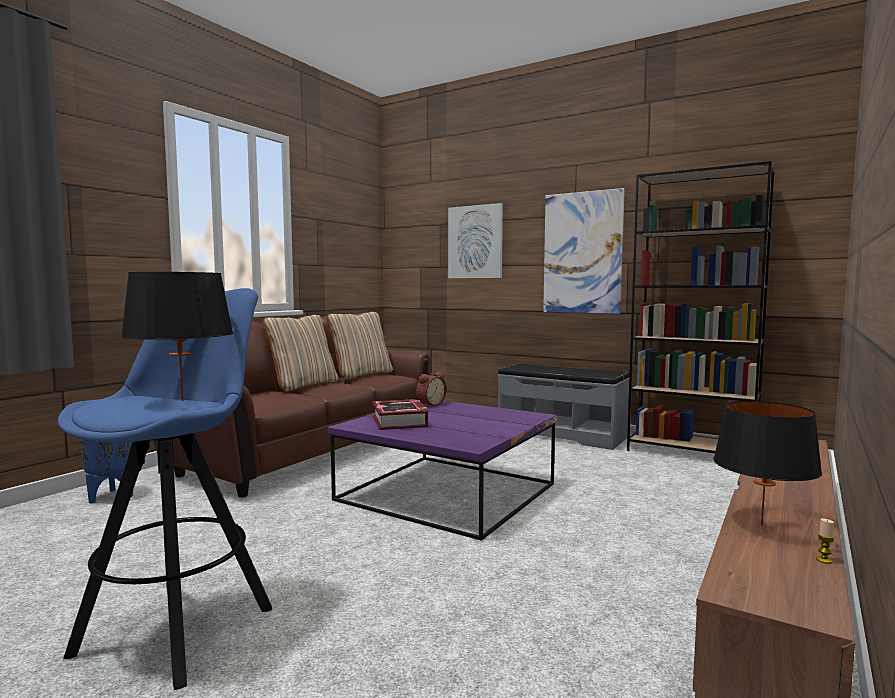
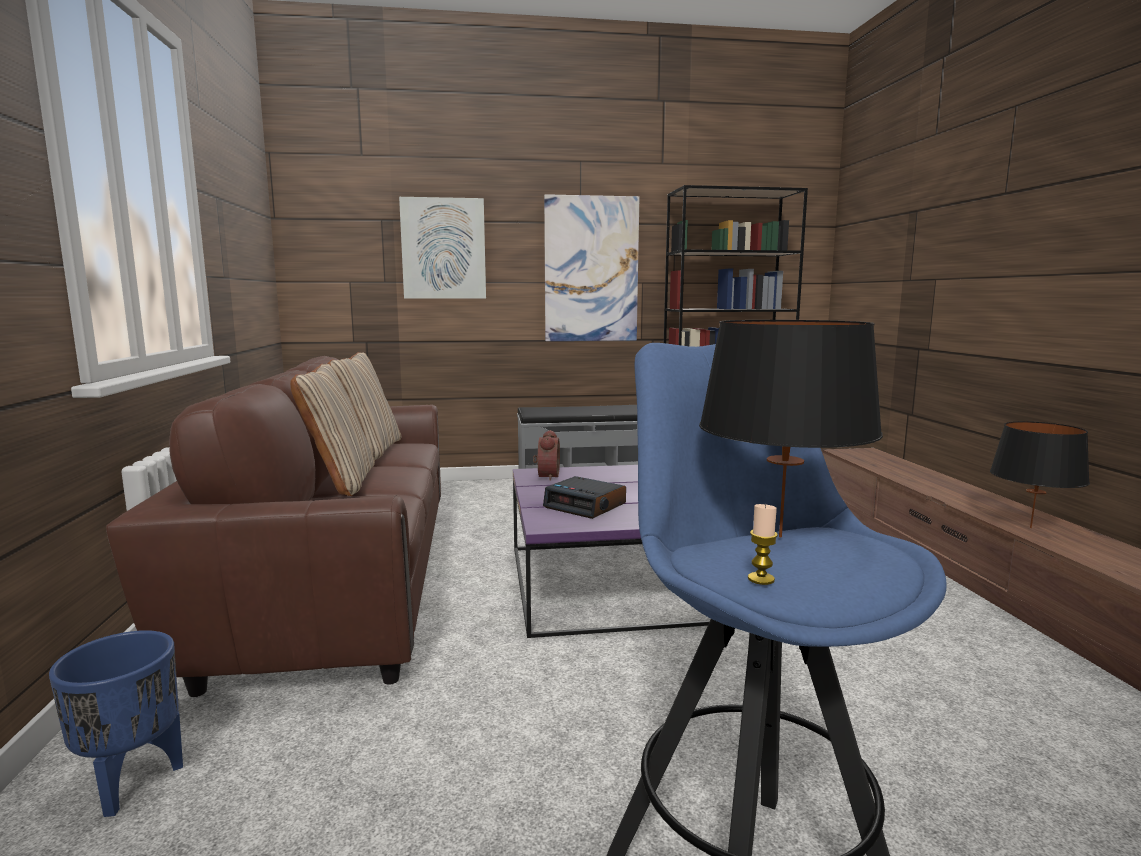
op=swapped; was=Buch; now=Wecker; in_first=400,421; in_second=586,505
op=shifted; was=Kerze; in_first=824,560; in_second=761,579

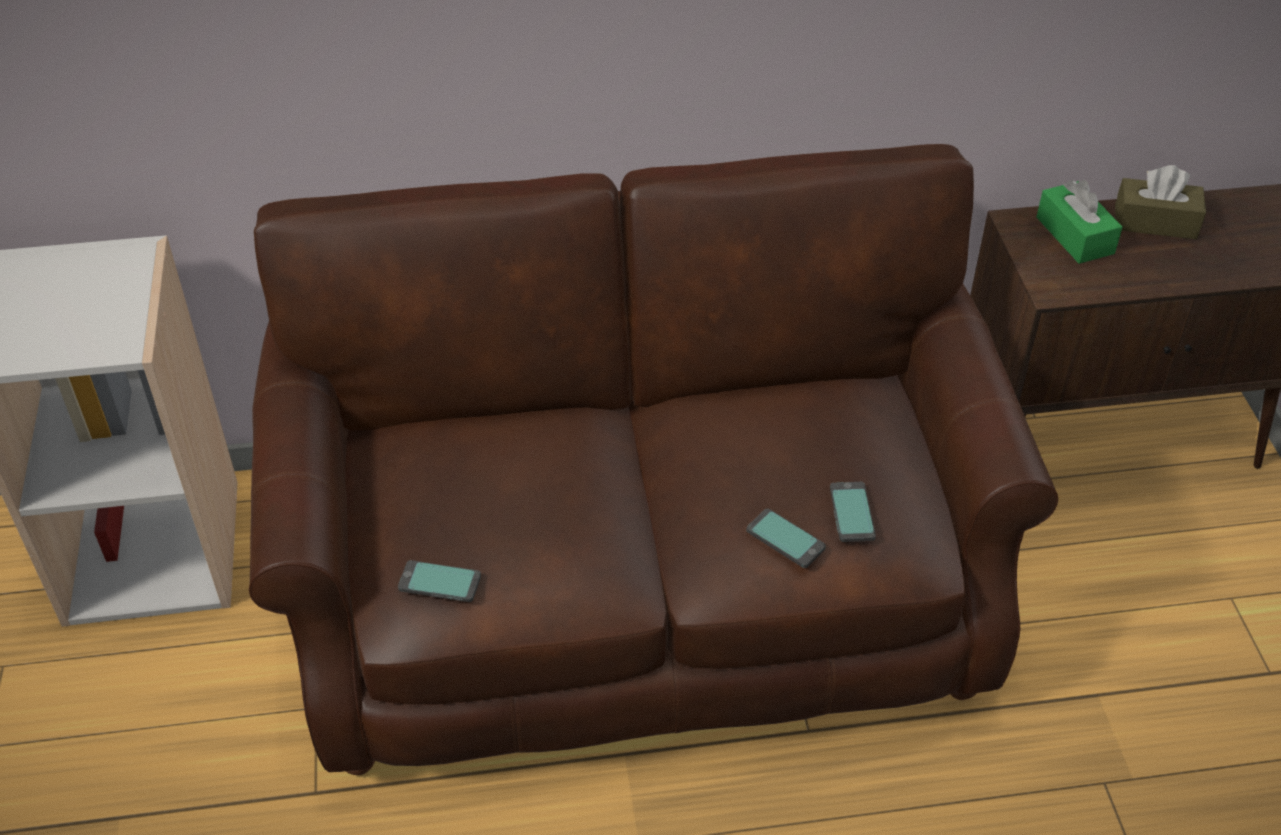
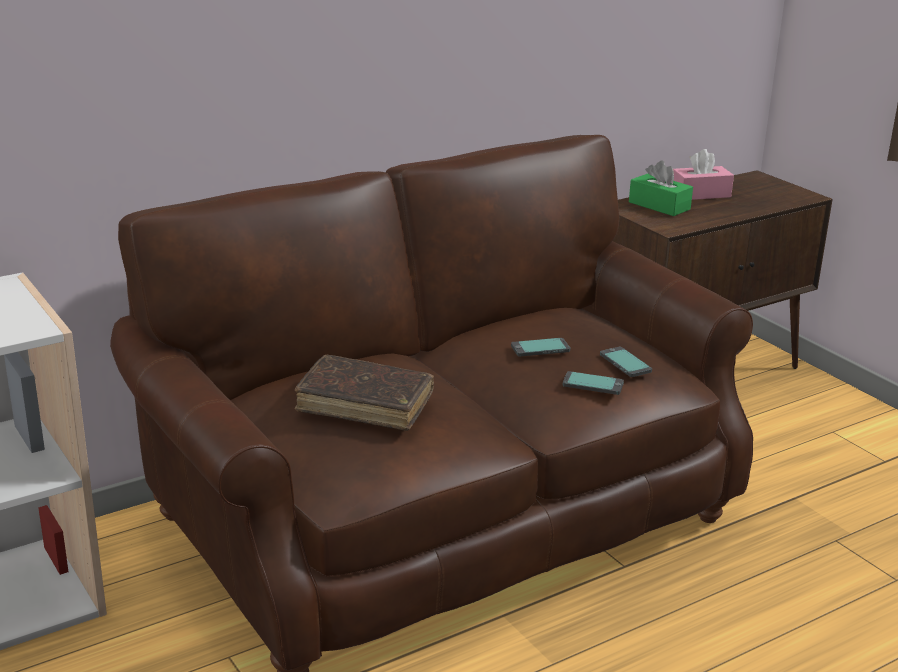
op=shifted; was=Handy; in_first=439,583; in_second=540,348
op=repainted; was=Taschentuchbox/braun; now=Taschentuchbox/rosa; in_first=1155,222; in_second=700,194
op=new; now=Buch/braun; in_second=365,404

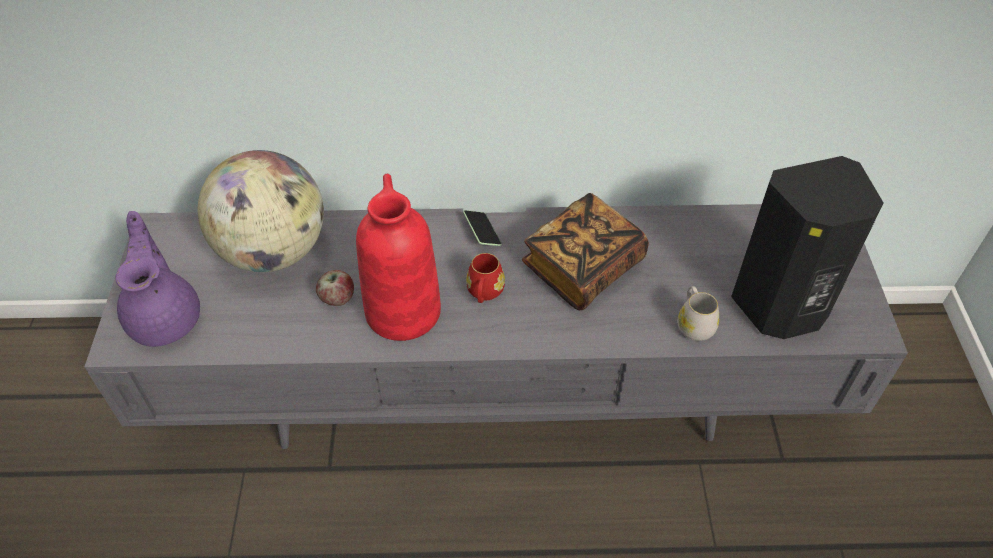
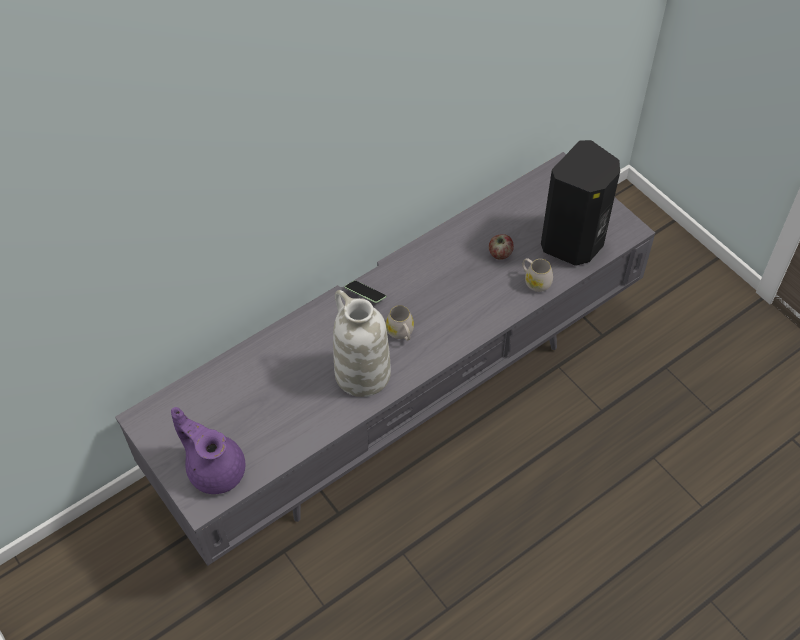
op=gone; was=Globus; in_first=274,252
op=shifted; was=Apfel; in_first=337,298; in_second=500,254
op=repainted; was=Vase/rot; now=Vase/weiß; in_first=402,310; in_second=361,373
op=repainted; was=Henkelbecher/rot; now=Henkelbecher/weiß; in_first=484,293; in_second=401,333
op=gone; was=Buch; in_first=583,268

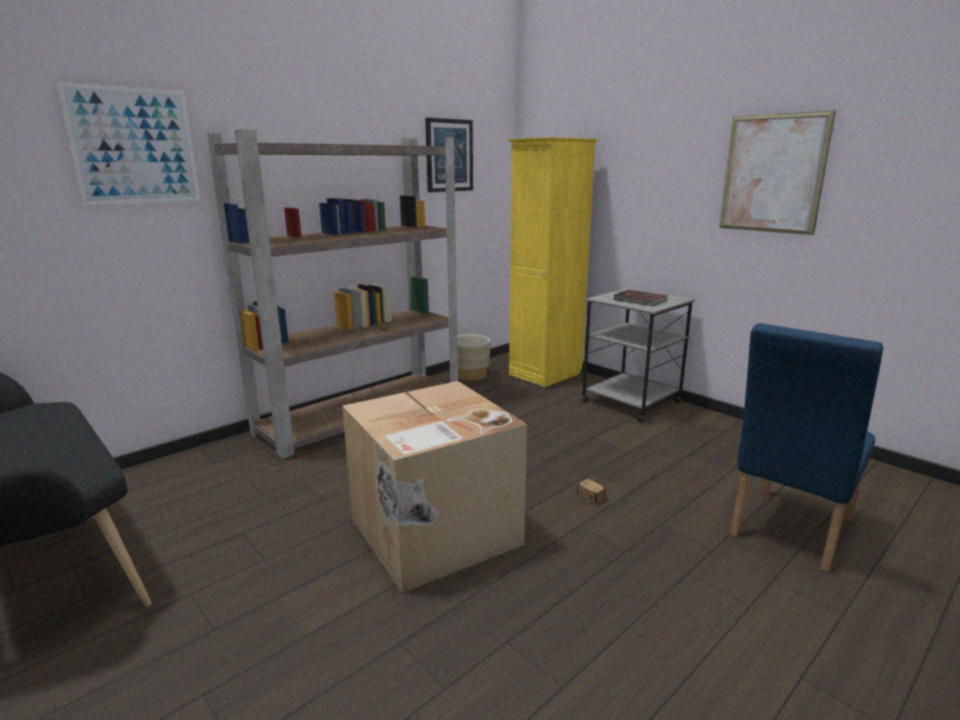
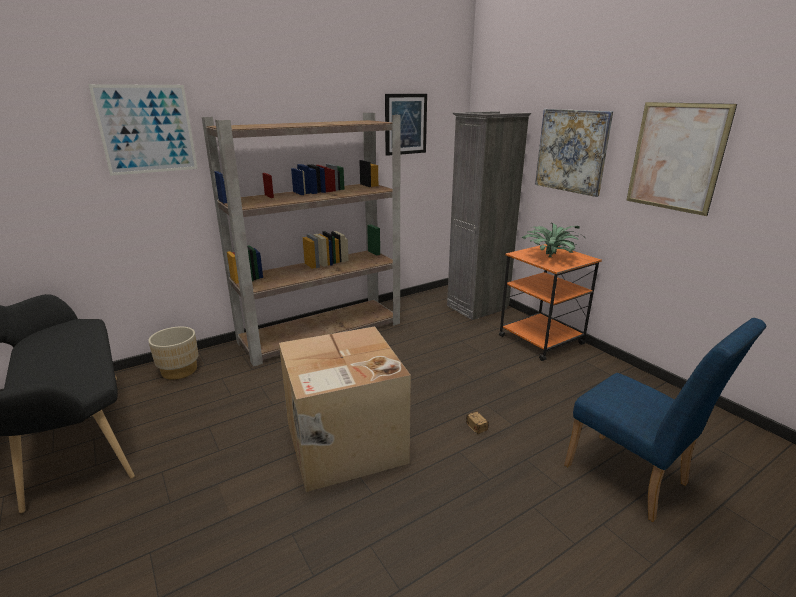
op=shifted; was=Pflanzkübel/beige; in_first=470,375; in_second=179,370
op=repainted; was=Schrank/gelb; now=Schrank/grau; in_first=545,374; in_second=477,307
op=repainted; was=Rollwagen/grau; now=Rollwagen/orange; in_first=632,402; in_second=541,341
op=swapped; was=Buch/braun; now=Topfpflanze; in_first=640,300; in_second=551,258
op=rotated; was=Stuhl/blau; in_first=787,531; in_second=633,480; clockwise=-90
op=new; now=Bild; in_second=572,151

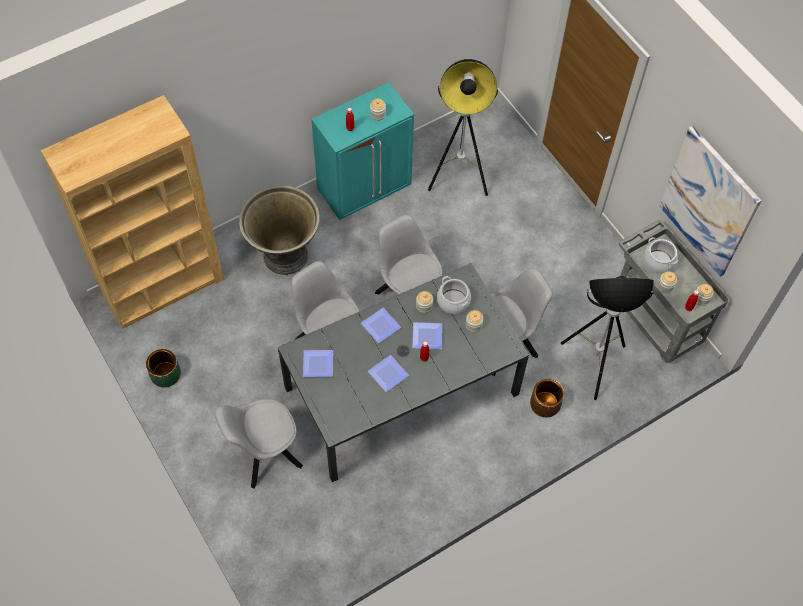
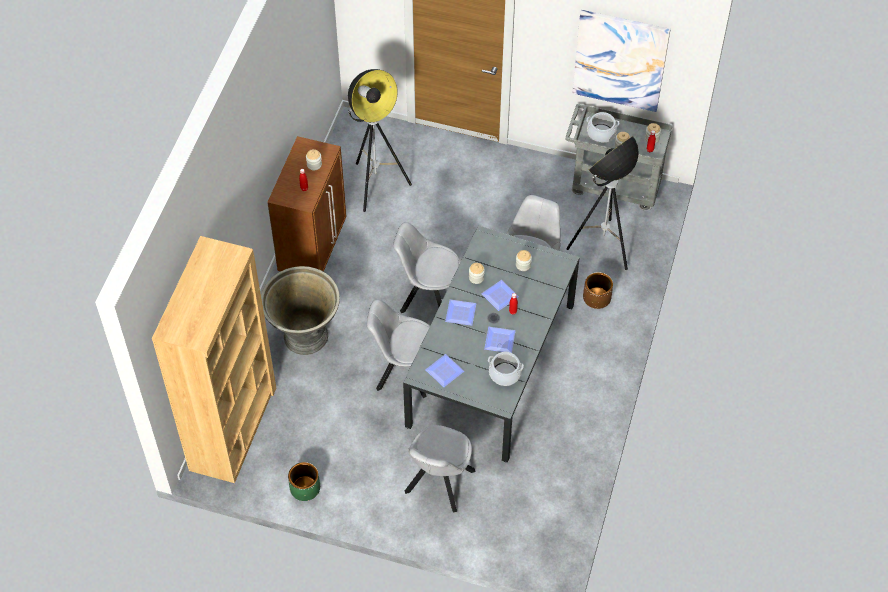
op=repainted; was=Schrank/türkis; now=Schrank/braun; in_first=365,186; in_second=312,242
op=shifted; was=Kochtopf; in_first=453,301; in_second=505,374

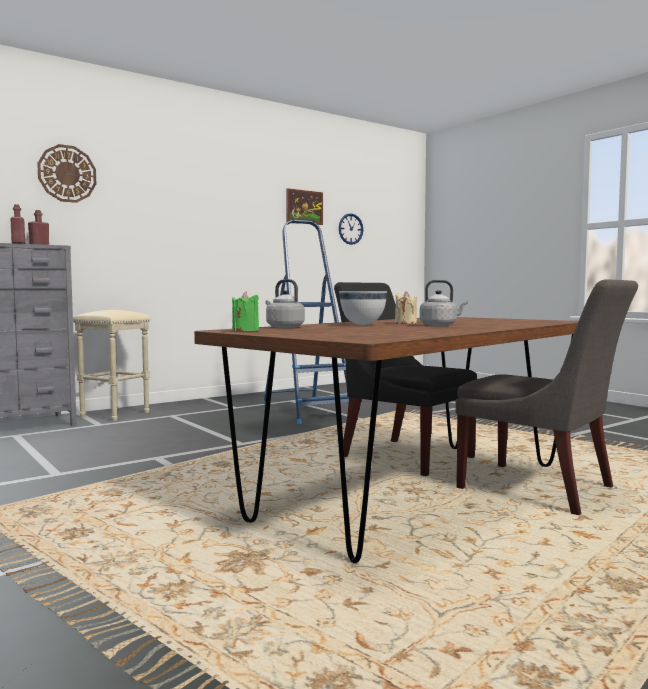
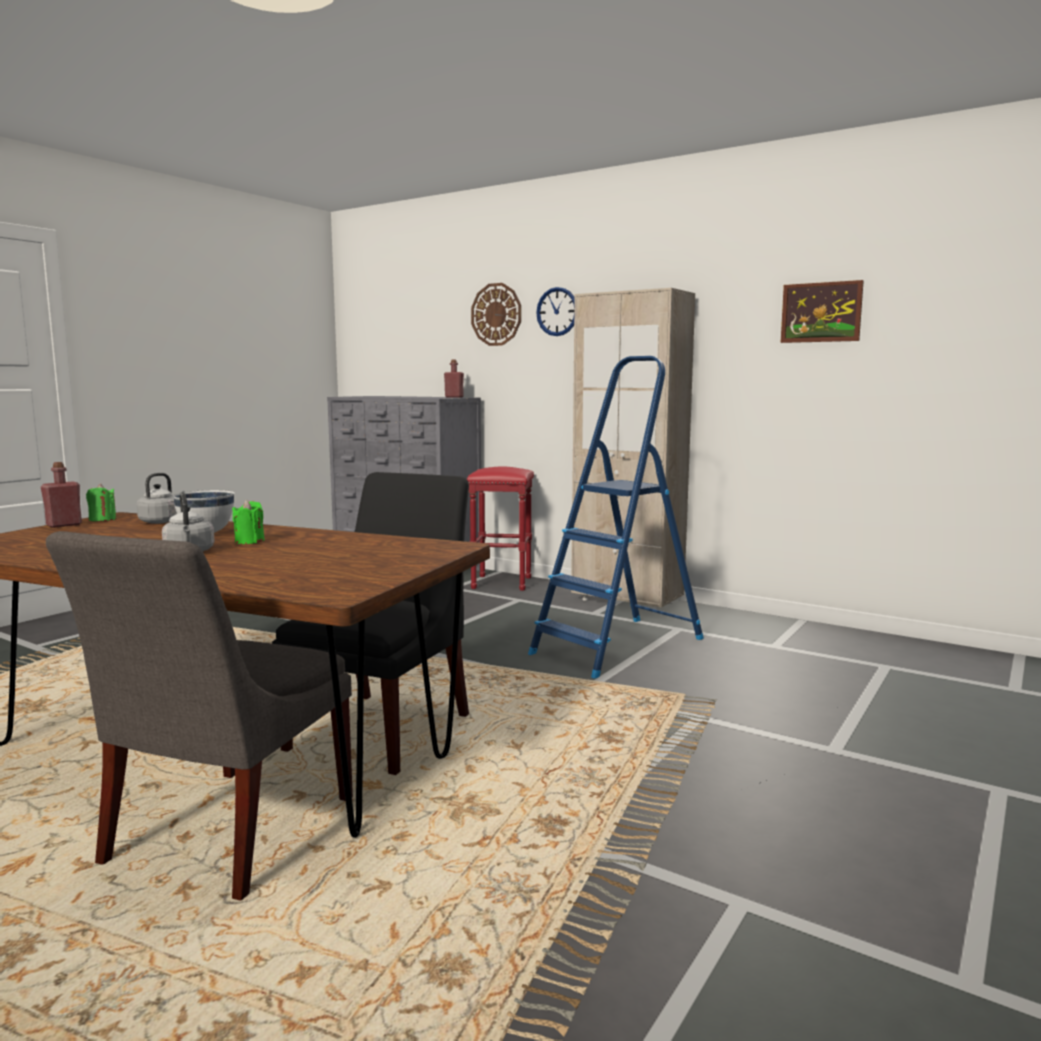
op=shifted; was=Flasche/rot; in_first=18,244; in_second=64,525
op=repainted; was=Hocker/beige; now=Hocker/rot; in_first=115,414; in_second=503,582
op=shifted; was=Wanduhr; in_first=350,229; in_second=557,311
op=repainted; was=Kerze/beige; now=Kerze/grün; in_first=405,323; in_second=249,541
op=new; now=Schrank/beige; in_second=627,601

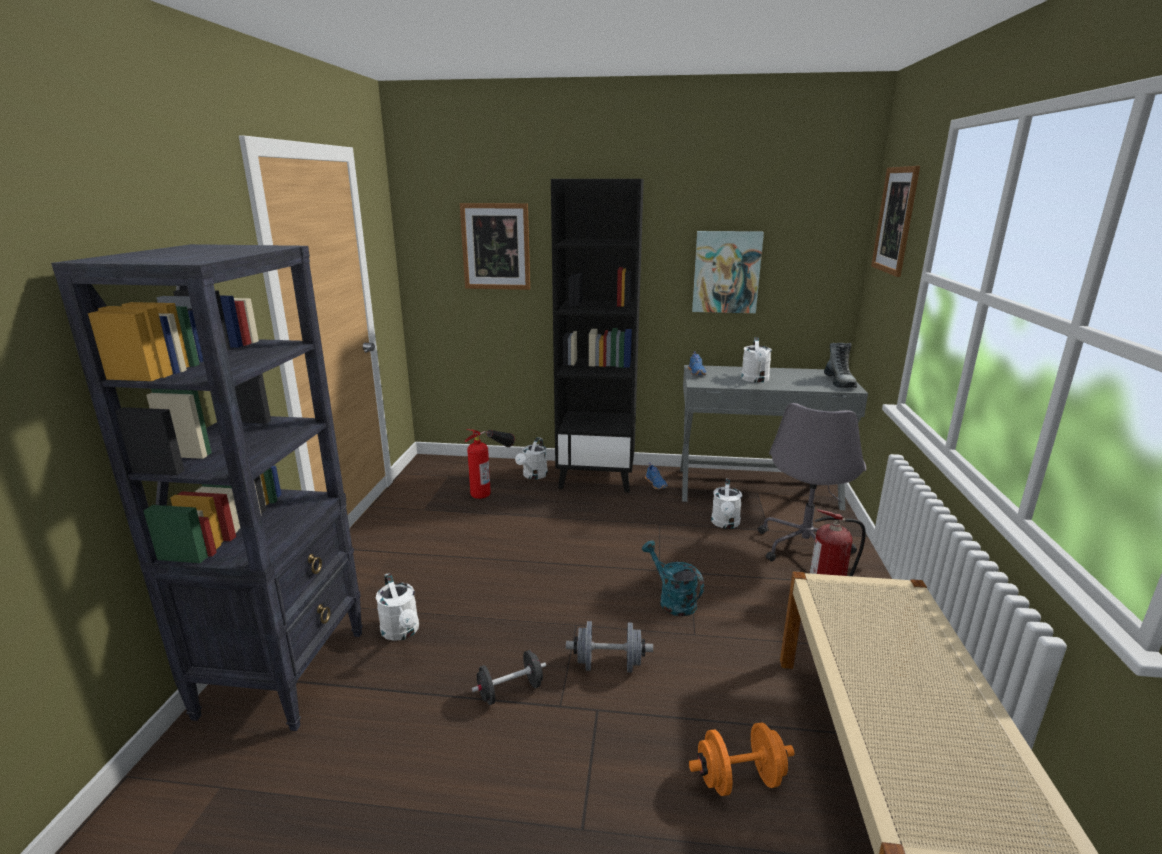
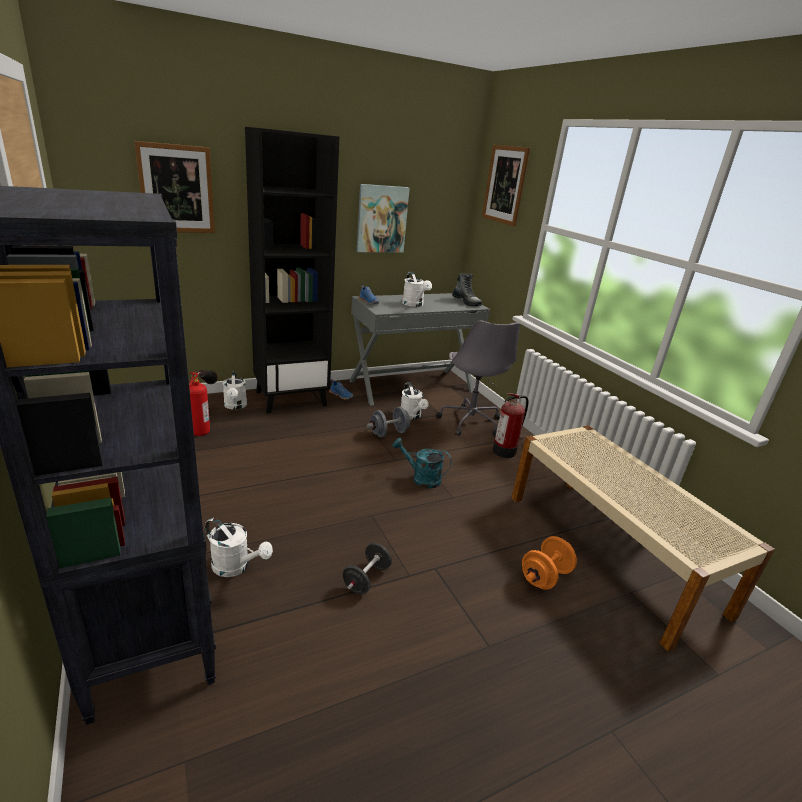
op=shifted; was=Hantel/grau; in_first=609,665; in_second=389,433

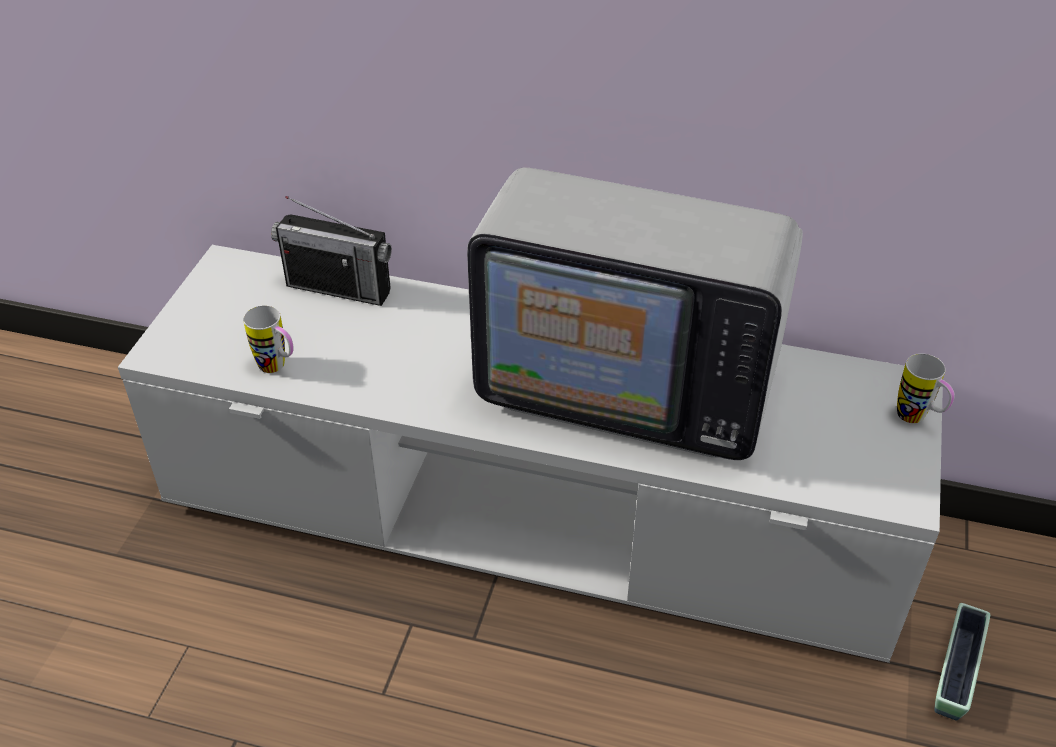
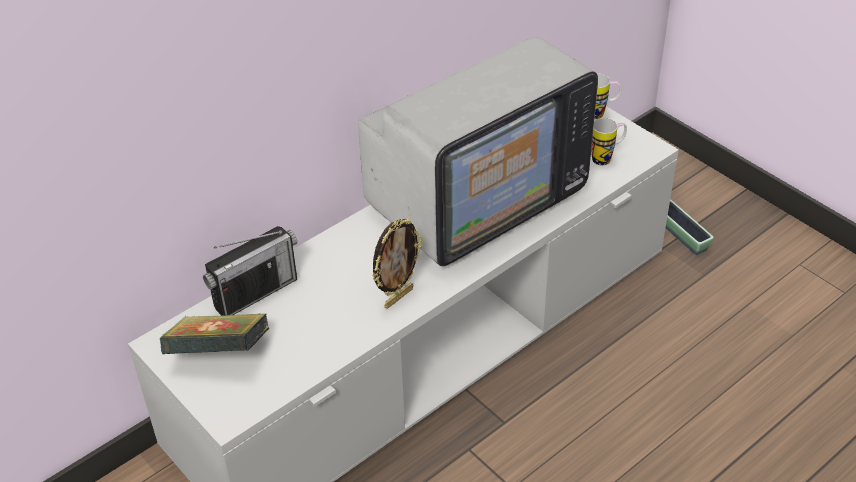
op=shifted; was=Henkelbecher; in_first=278,368; in_second=606,158
op=new; now=Buch; in_second=219,353
op=new; now=Bilderrahmen; in_second=398,297

